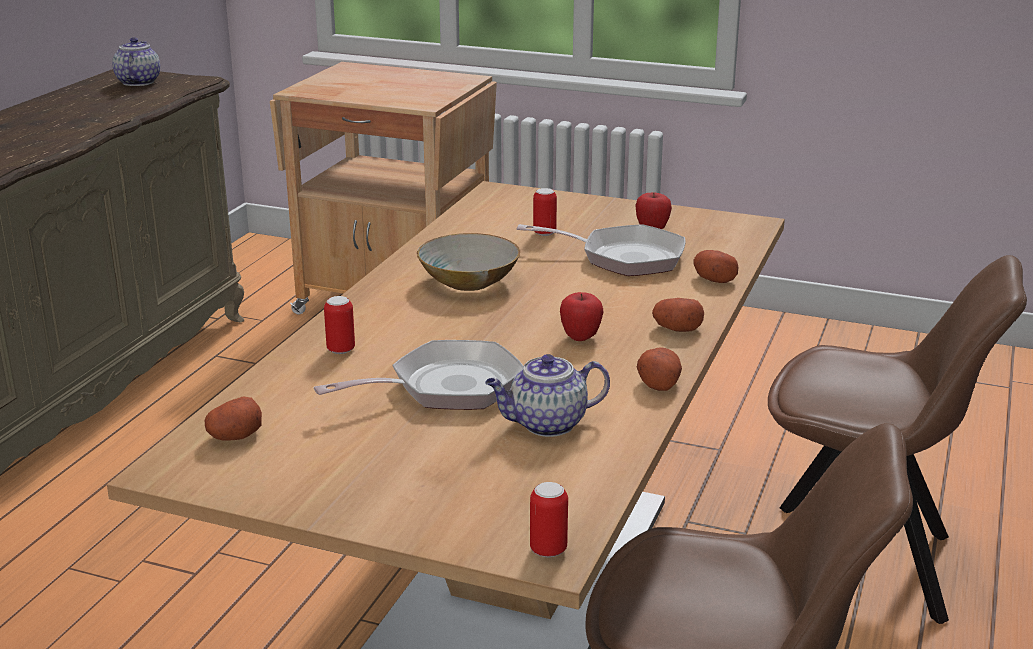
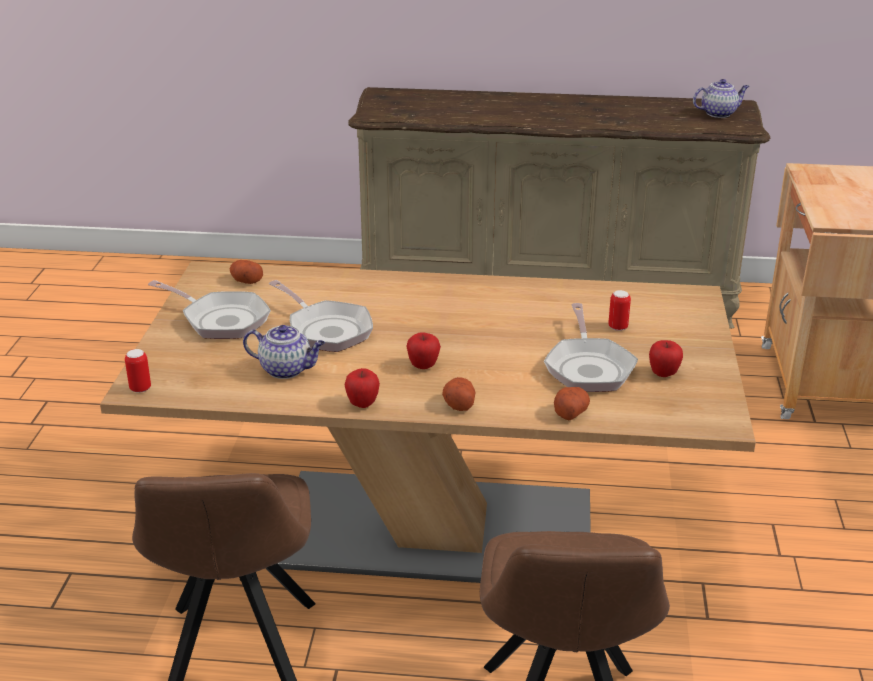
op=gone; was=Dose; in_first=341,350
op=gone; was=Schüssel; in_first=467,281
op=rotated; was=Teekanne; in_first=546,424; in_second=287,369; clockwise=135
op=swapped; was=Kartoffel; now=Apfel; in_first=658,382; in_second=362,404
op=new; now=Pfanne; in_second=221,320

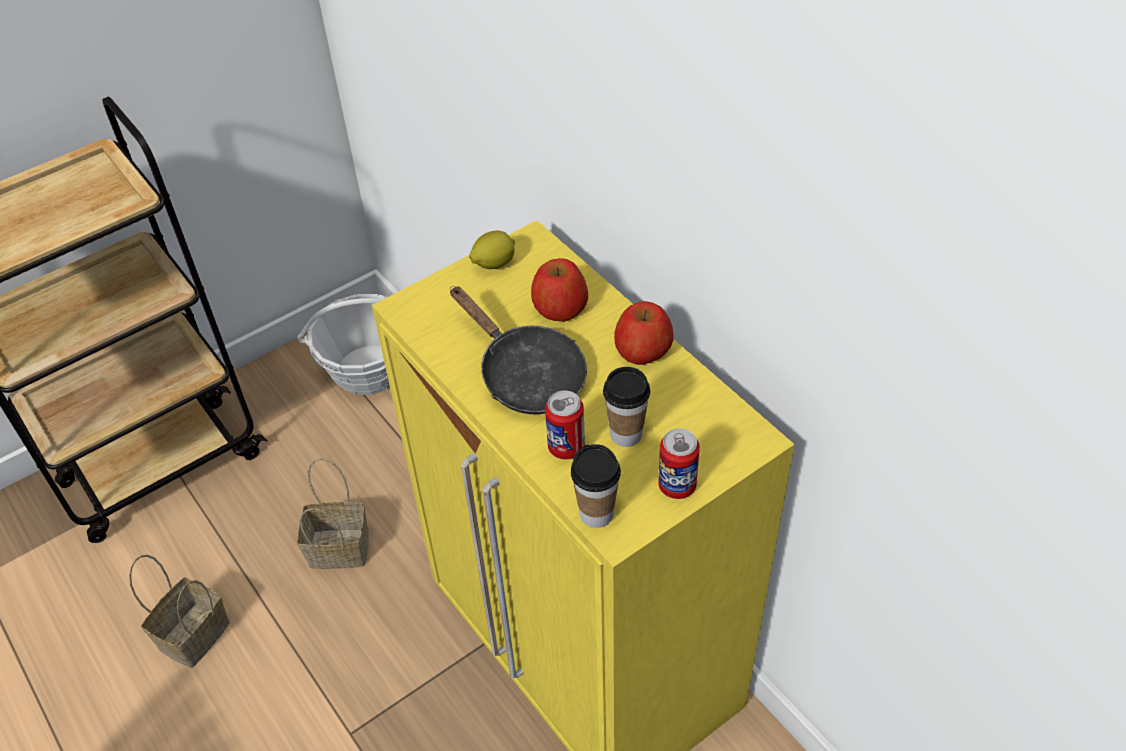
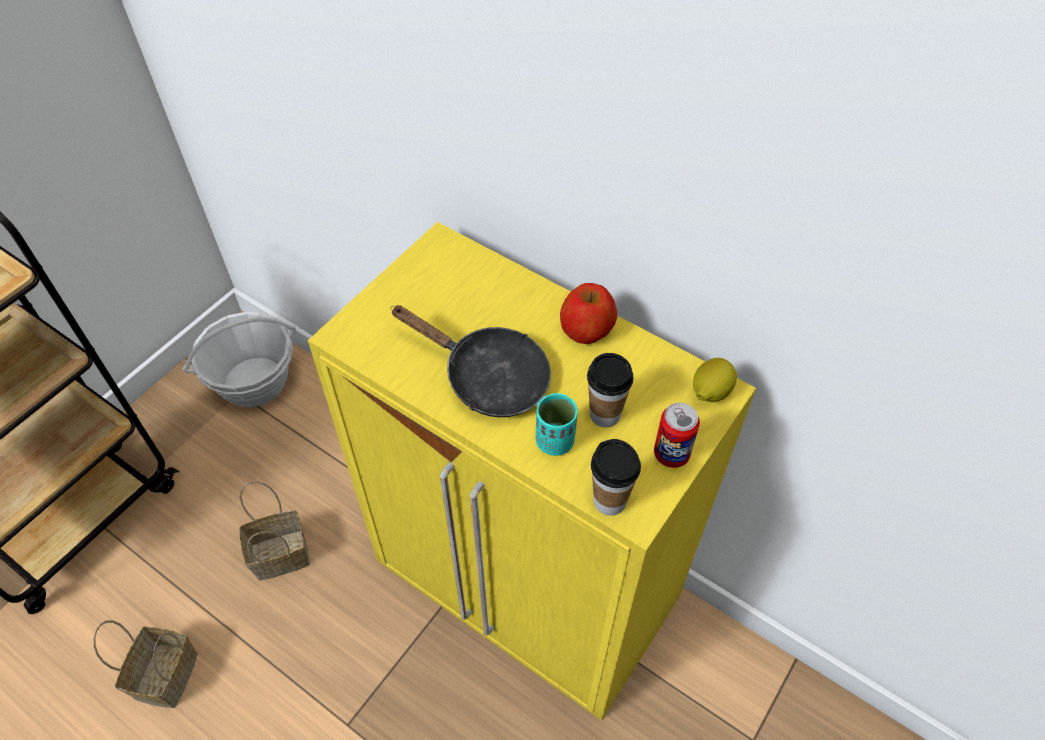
op=shifted; was=Zitrone; in_first=493,264; in_second=710,392
op=gone; was=Apfel; in_first=560,307
op=swapped; was=Dose; now=Tasse/türkis; in_first=566,447; in_second=555,441

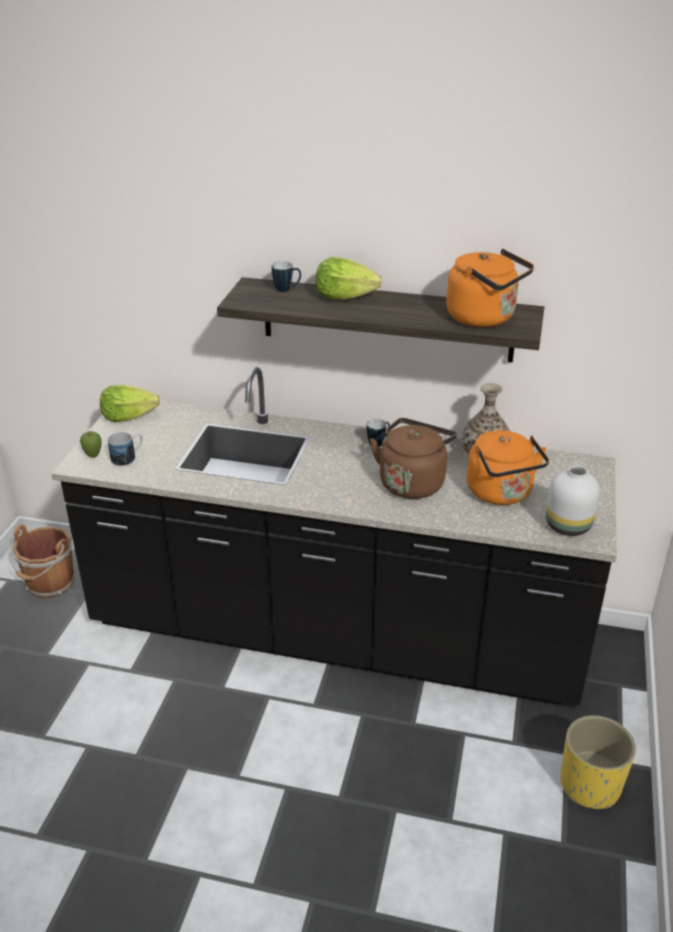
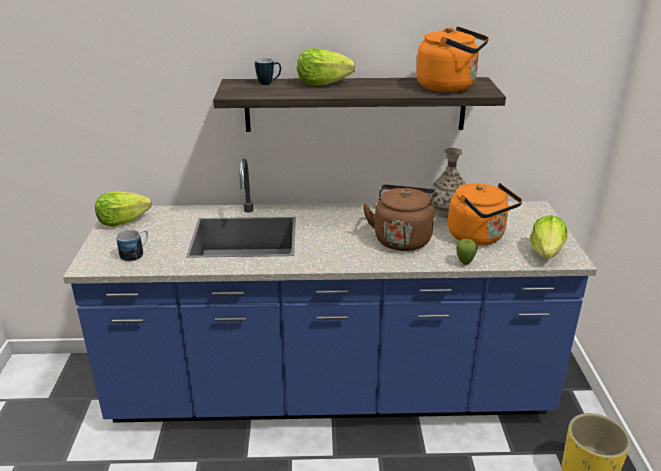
op=gone; was=Eimer/braun; in_first=49,584
op=repainted; was=Küchenzeile/schwarz; now=Küchenzeile/blau; in_first=336,634; in_second=330,392
op=shifted; was=Apfel; in_first=93,456; in_second=464,263
op=gone; was=Henkelbecher; in_first=378,443
op=swapped; was=Vase/weiß; now=Salatkopf; in_first=569,525; in_second=546,253

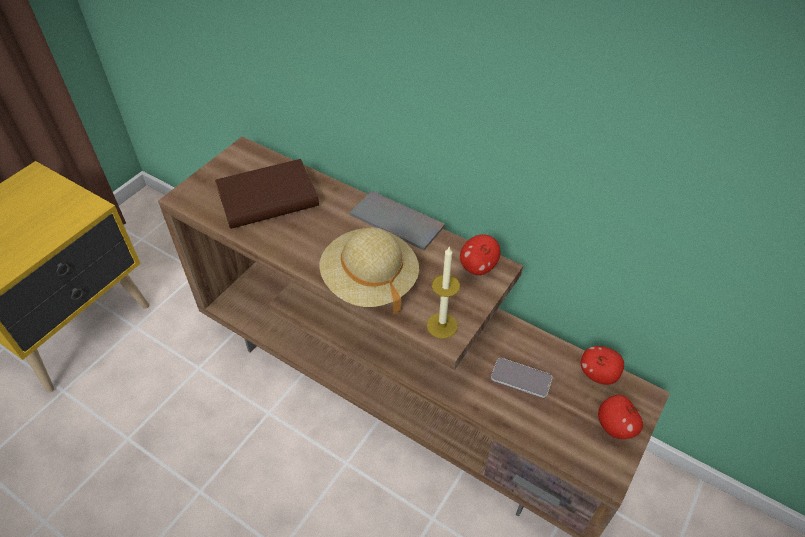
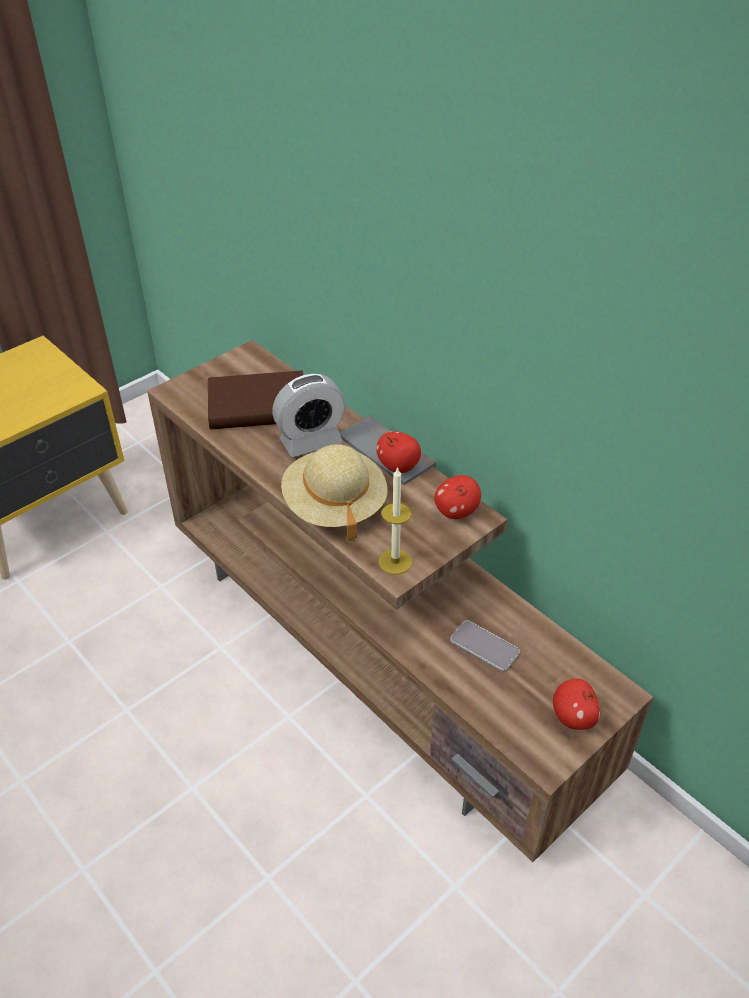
op=shifted; was=Apfel; in_first=598,374; in_second=398,466
op=new; now=Wecker; in_second=311,441

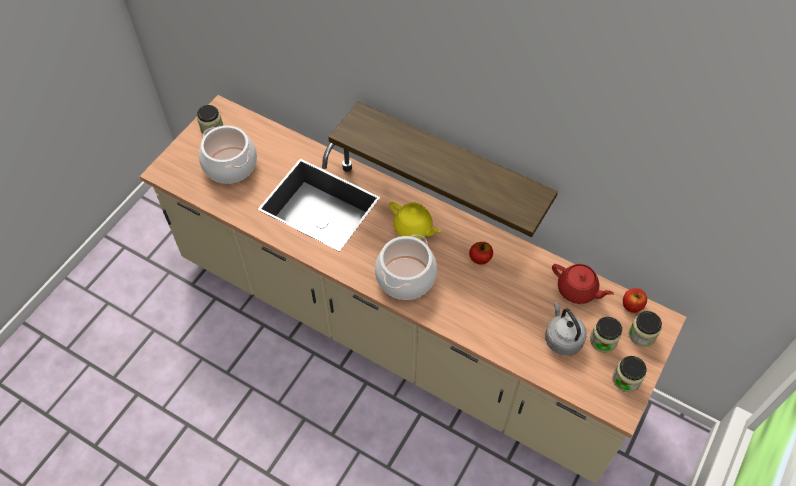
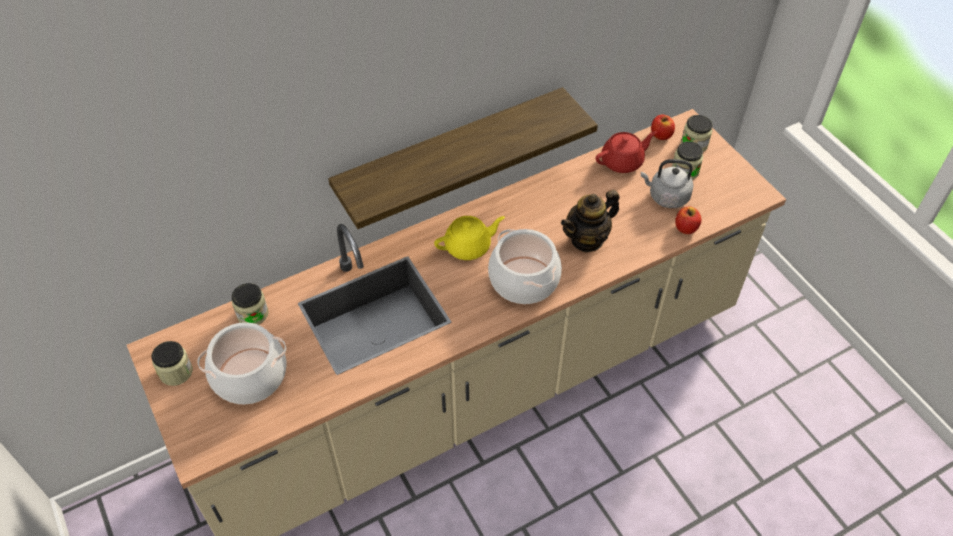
op=shifted; was=Apfel; in_first=480,258; in_second=686,228
op=shifted; was=Vorratsglas; in_first=626,379; in_second=252,314
op=new; now=Teekanne; in_second=587,239

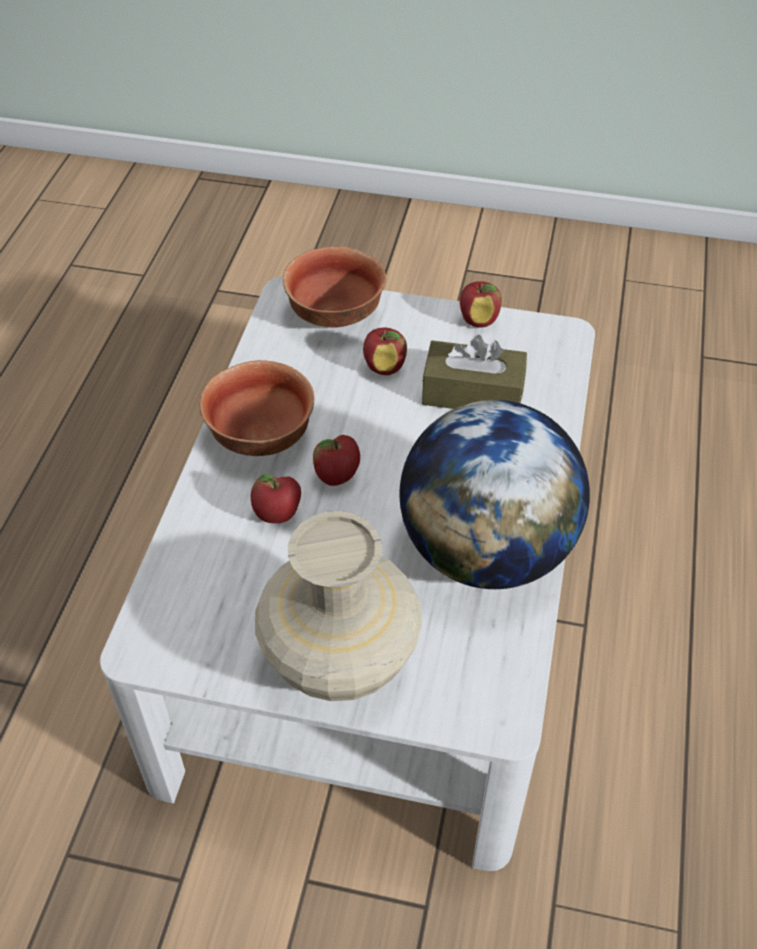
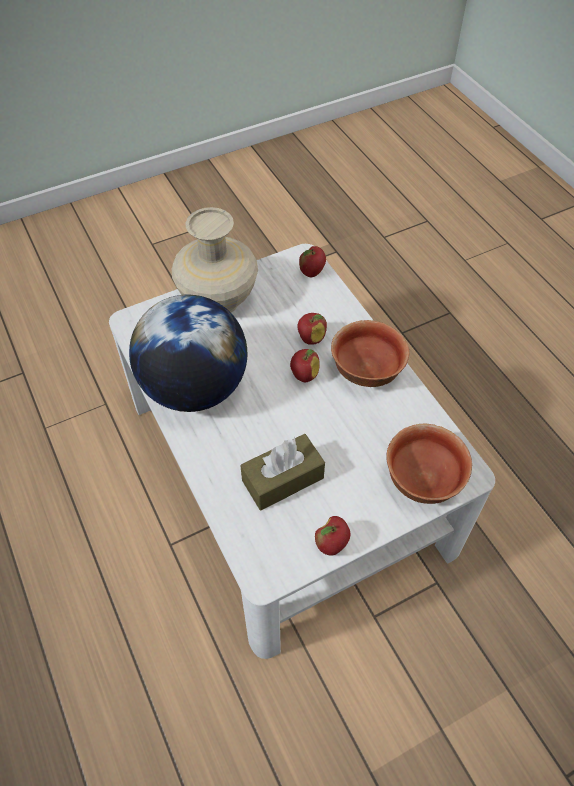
op=shifted; was=Apfel; in_first=384,367; in_second=312,273

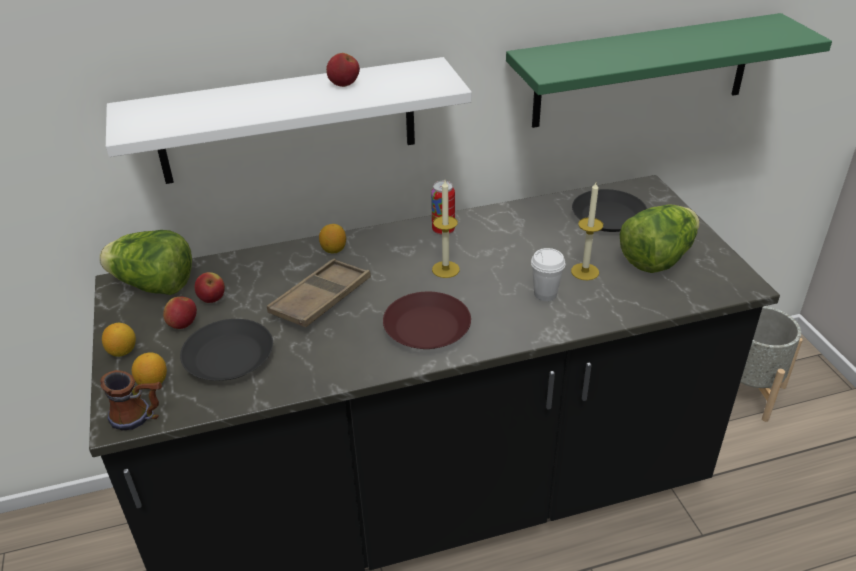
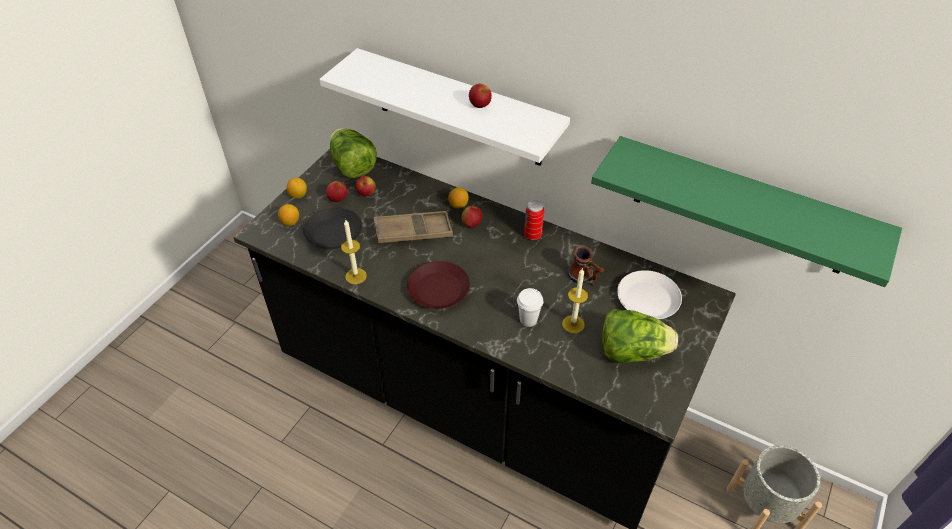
op=shifted; was=Henkelbecher; in_first=140,417; in_second=584,278
op=shifted; was=Kerze; in_first=445,269; in_second=356,276
op=repainted; was=Teller/schwarz; now=Teller/weiß; in_first=609,217; in_second=648,300
op=new; now=Apfel; in_second=472,224

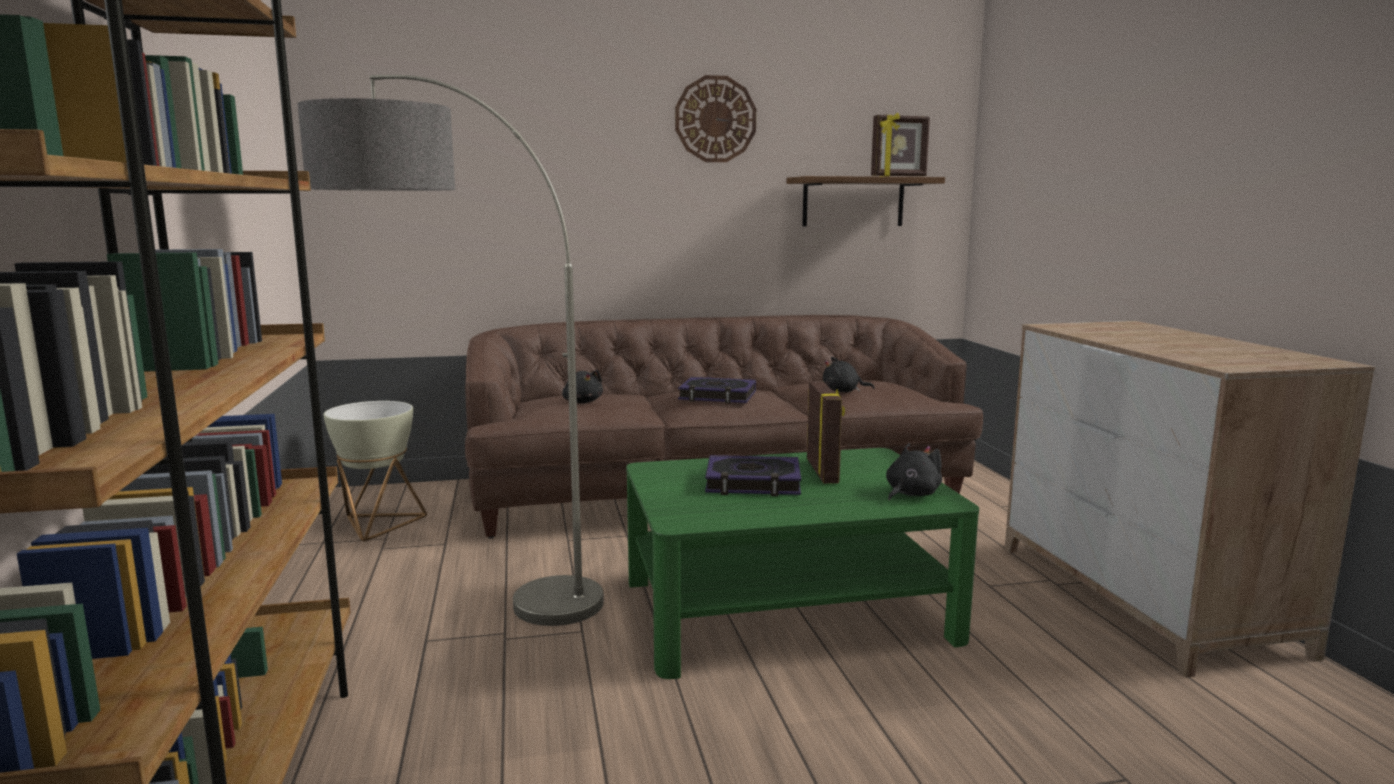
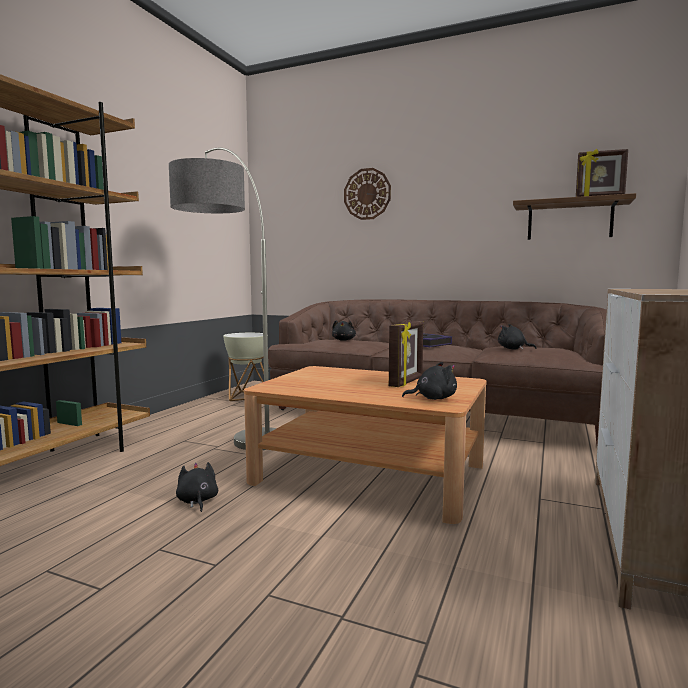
op=repainted; was=Couchtisch/grün; now=Couchtisch/braun; in_first=787,609; in_second=370,473
op=shifted; was=Wanduhr; in_first=715,119; in_second=367,194
op=gone; was=Buch; in_first=753,483
op=new; now=Plüschtier/schwarz; in_second=197,501

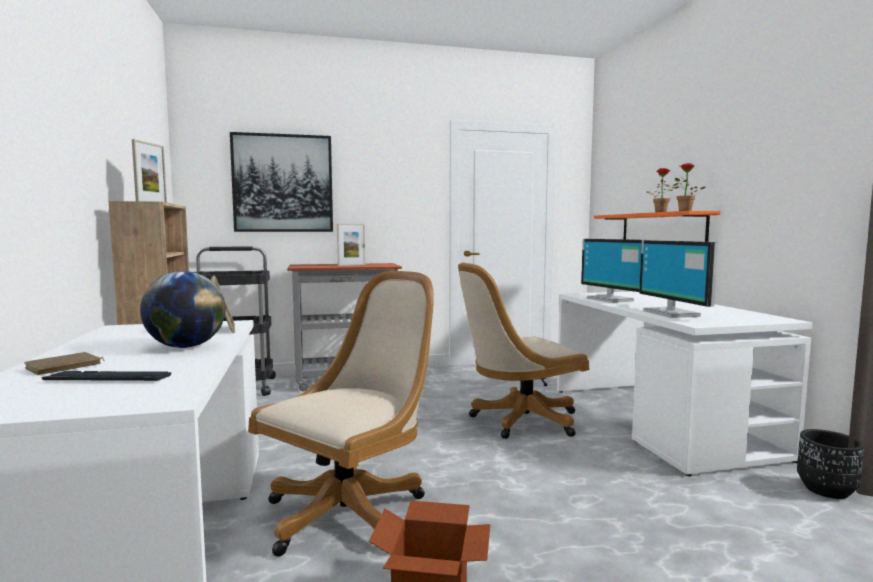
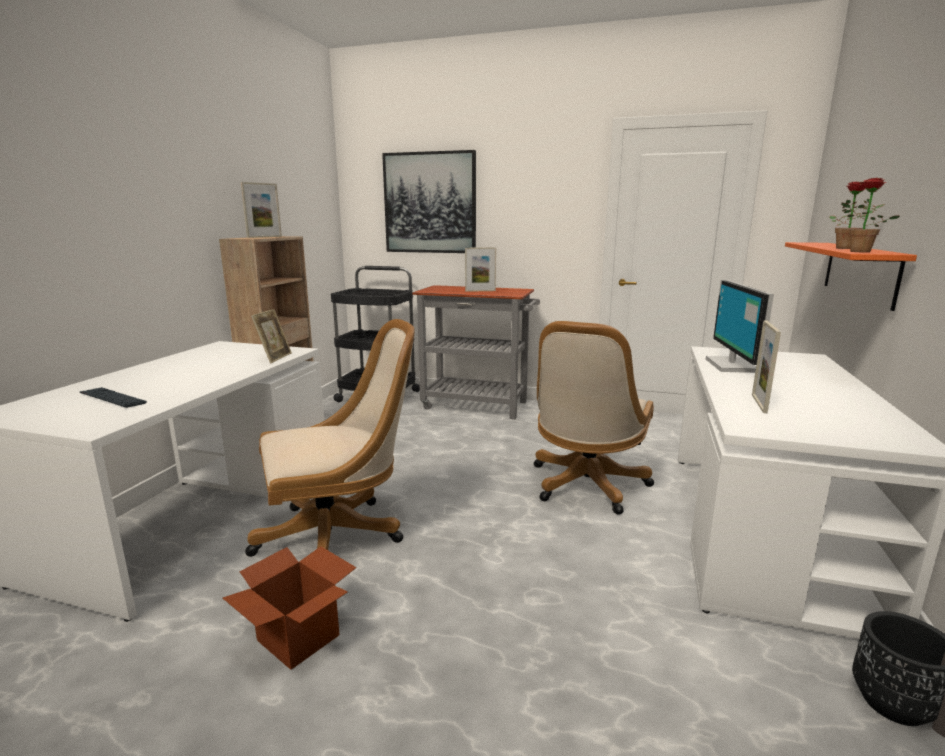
op=gone; was=Buch/braun; in_first=64,367
op=gone; was=Globus; in_first=185,347
op=rotated; was=Bürostuhl; in_first=518,421; in_second=586,487; clockwise=-75
op=swapped; was=Monitor; now=Bilderrahmen; in_first=673,313; in_second=759,403

